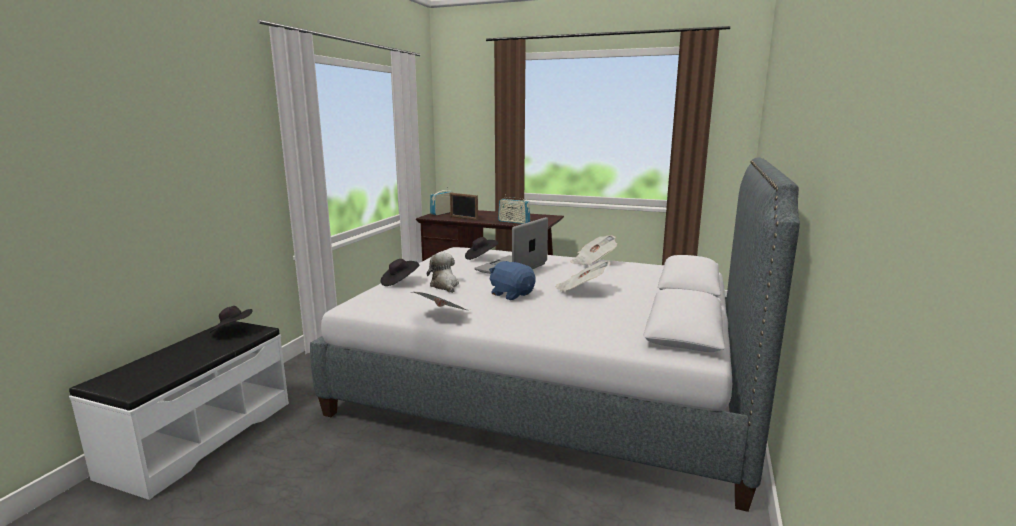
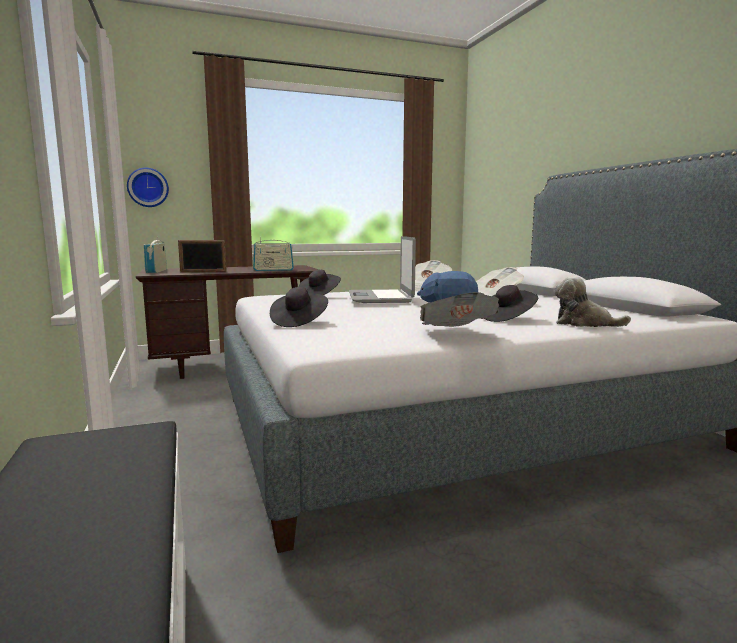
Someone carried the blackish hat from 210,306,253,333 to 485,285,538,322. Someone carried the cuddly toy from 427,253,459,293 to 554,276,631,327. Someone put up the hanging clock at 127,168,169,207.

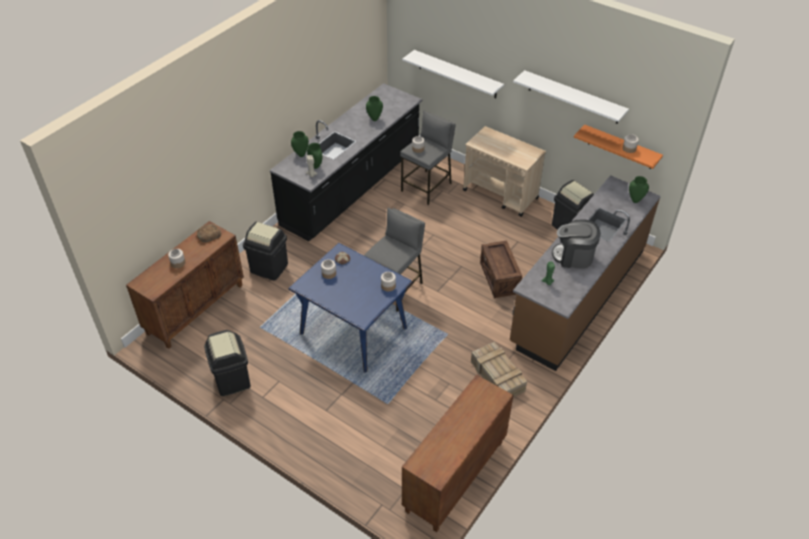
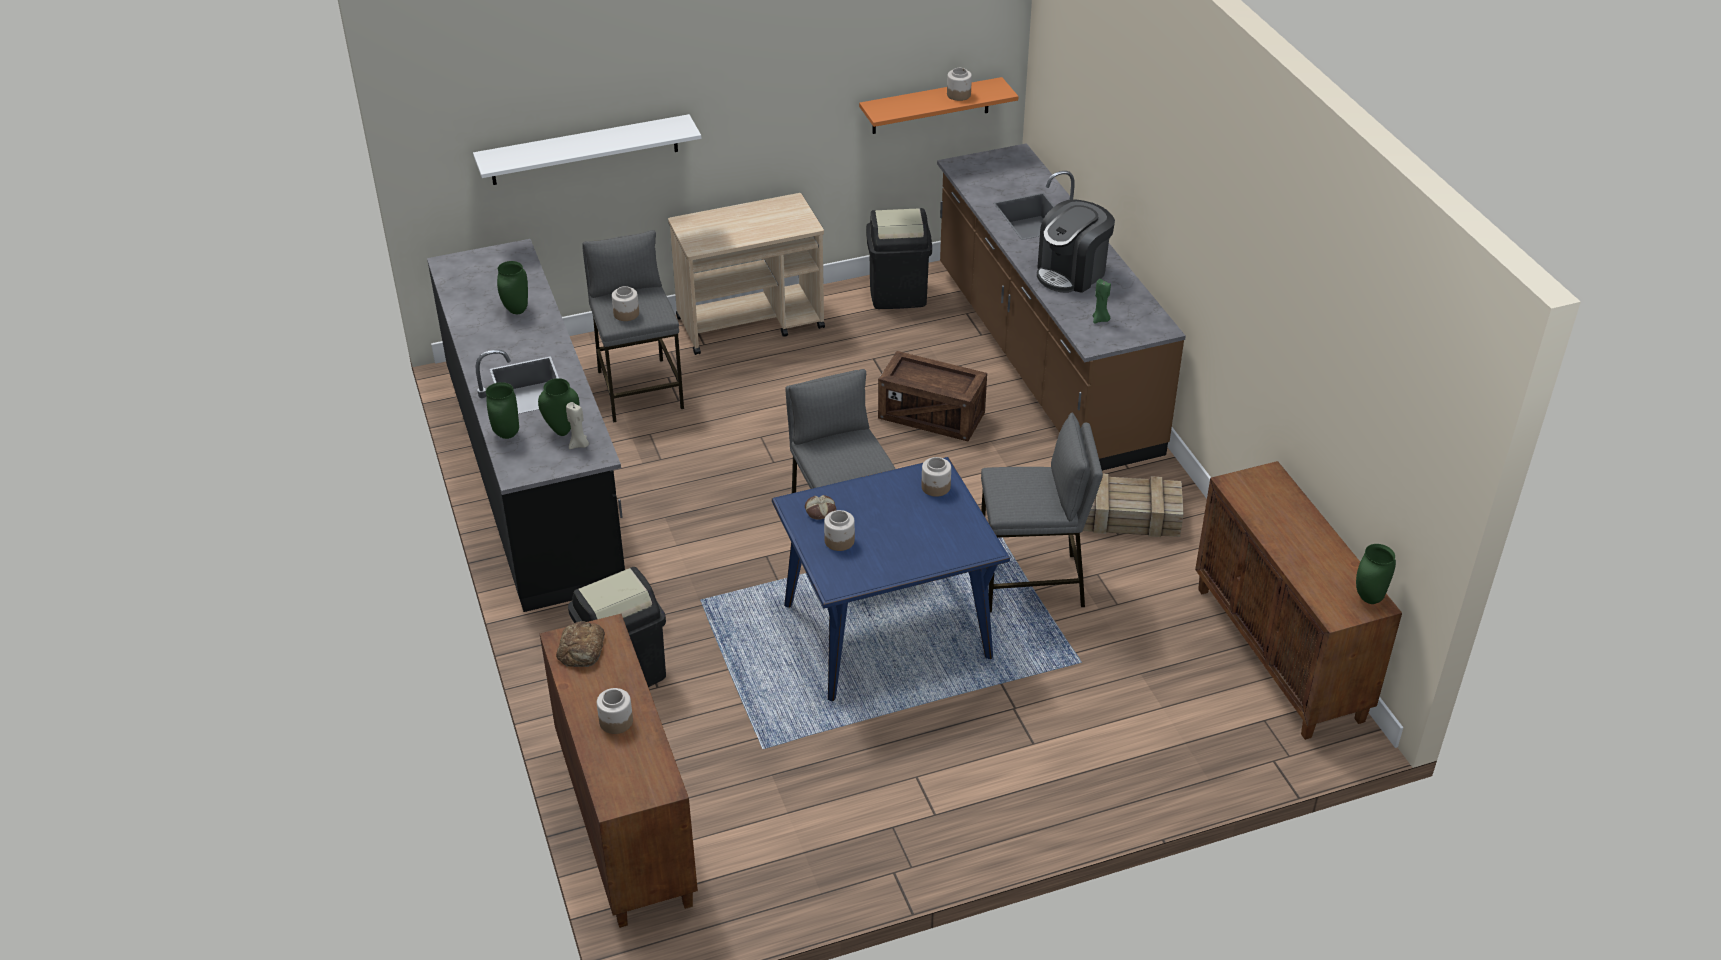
Someone took away the blackish rubbish bin at 204,330,251,396. Someone took away the white wall shelf at 513,70,629,124. Someone carried the green flower vase from 629,176,649,203 to 1356,544,1396,604. Someone put down the grey stool at 981,412,1103,613.

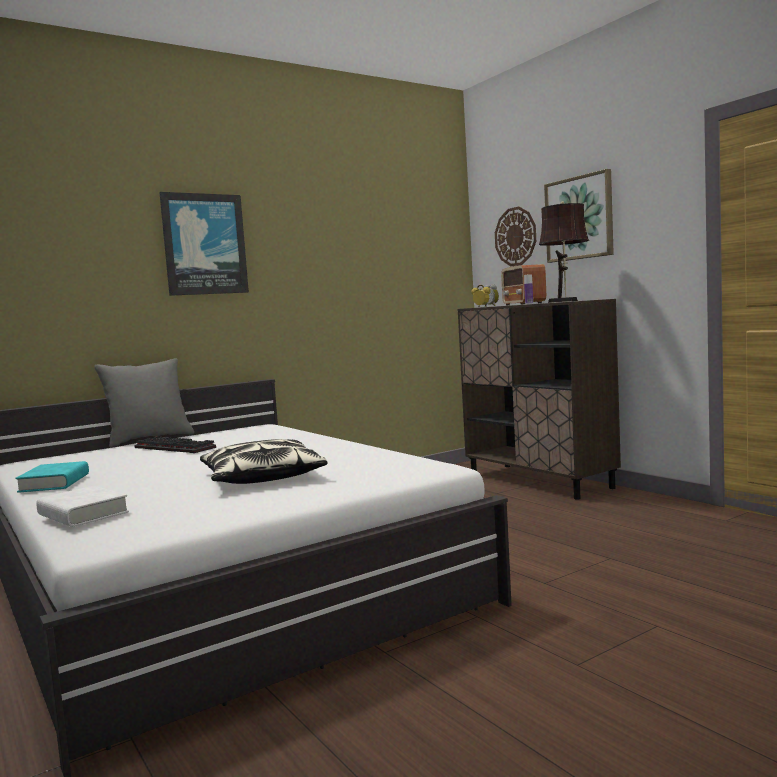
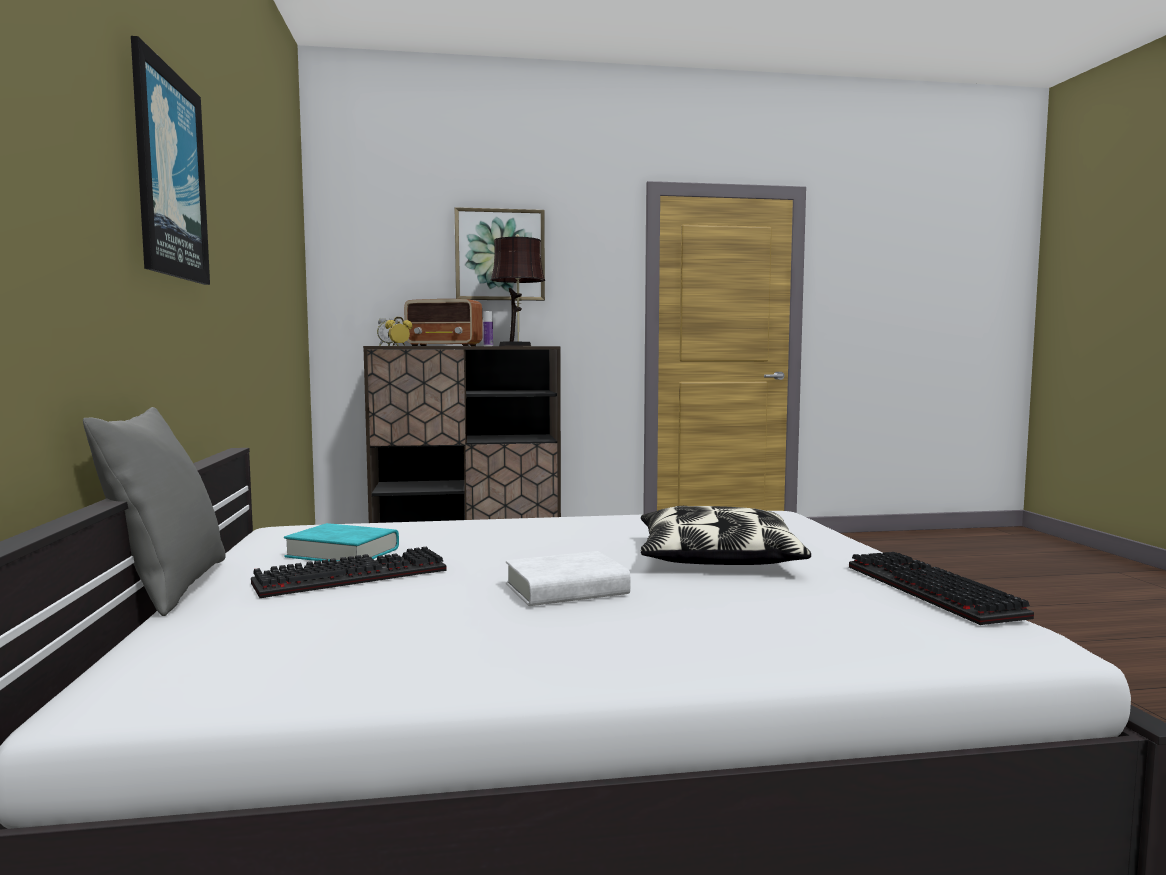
Someone carried the turquoise volume from 15,461,89,493 to 284,523,399,561. Someone carried the white volume from 36,486,129,527 to 506,551,631,606. Someone took away the hanging clock at 495,207,536,266. Someone put down the computer keyboard at 849,552,1034,625.

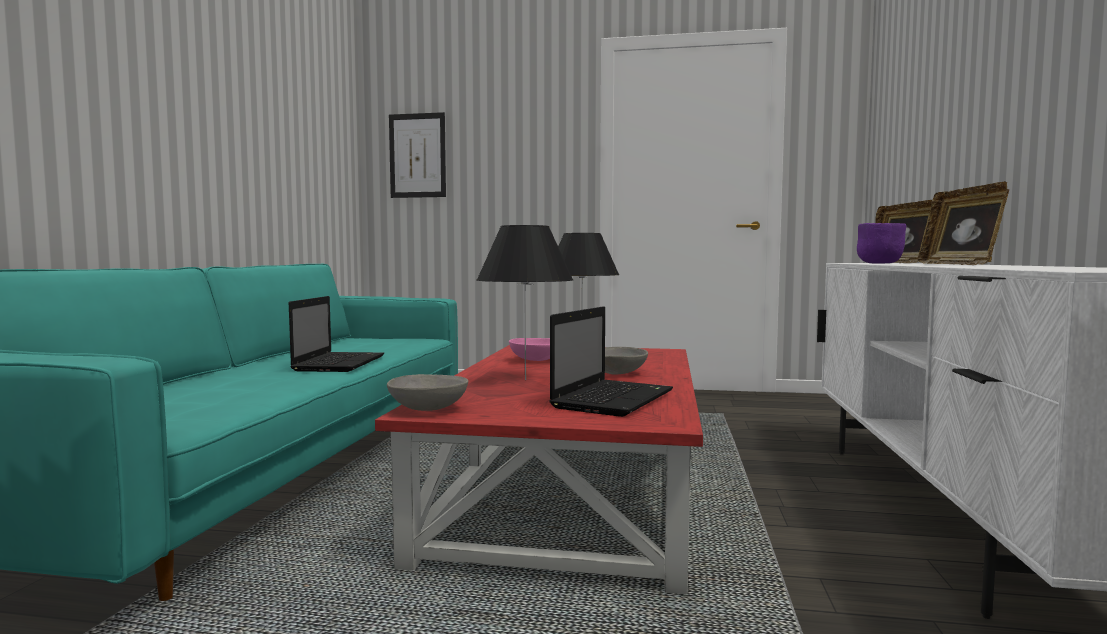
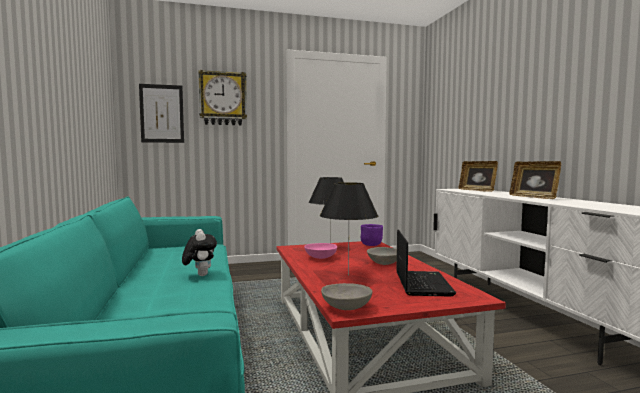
Someone swapped the portable computer at 289,296,384,372 for the cuddly toy at 182,229,217,276. Someone carried the purple-coloured deep dish from 857,223,906,263 to 361,224,383,246. Someone put up the hanging clock at 198,70,247,125.

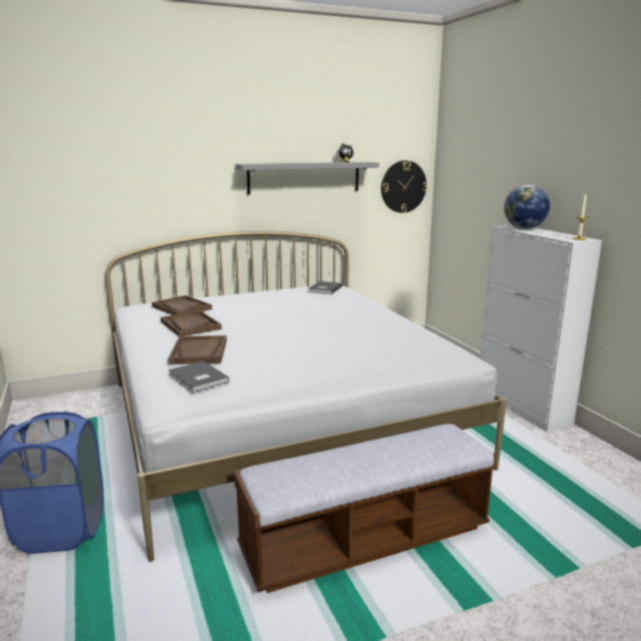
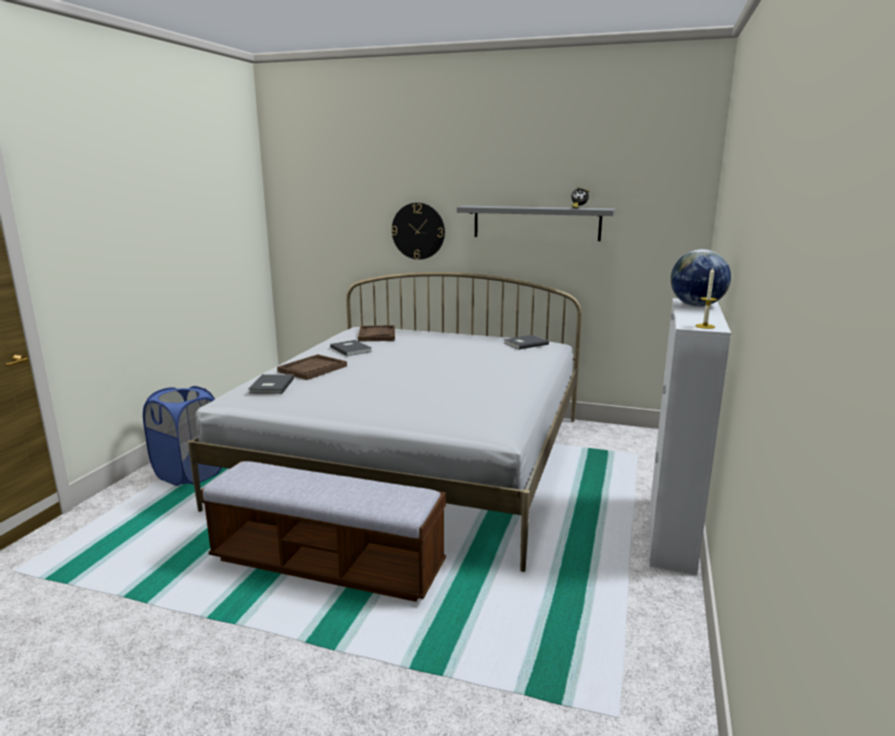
Someone swapped the brownish serving tray at 161,310,222,336 for the grey volume at 330,340,372,356. Someone carried the hanging clock from 381,161,427,213 to 391,203,445,260.

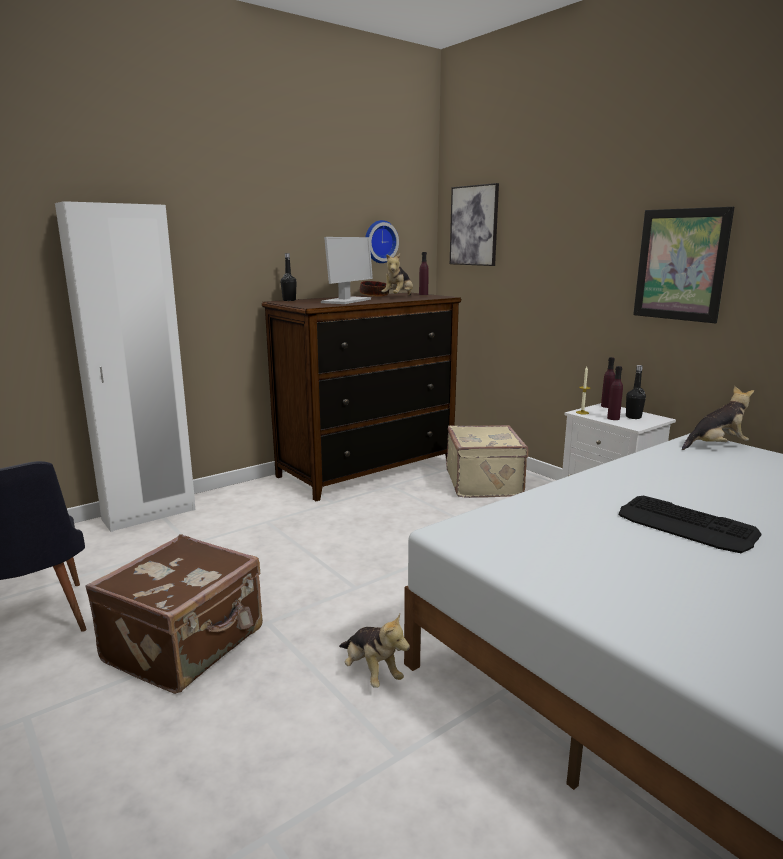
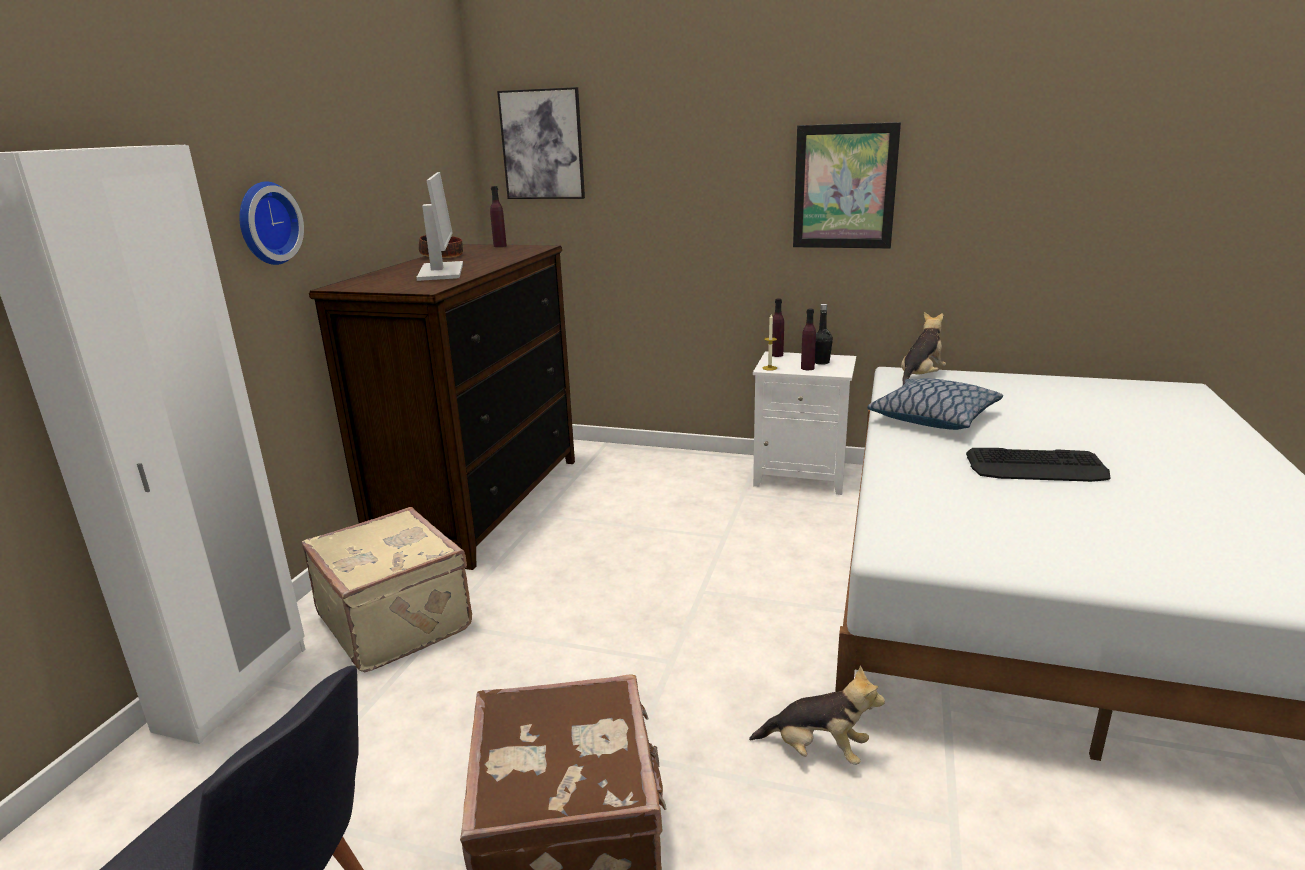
Someone took away the blackish beverage bottle at 280,253,297,301. Someone carried the hanging clock from 365,220,399,263 to 239,181,304,265. Someone took away the cuddly toy at 381,253,413,296. Someone carried the beige-coloured suitcase from 446,425,528,498 to 302,507,472,673. Someone put down the cushion at 867,378,1003,430.

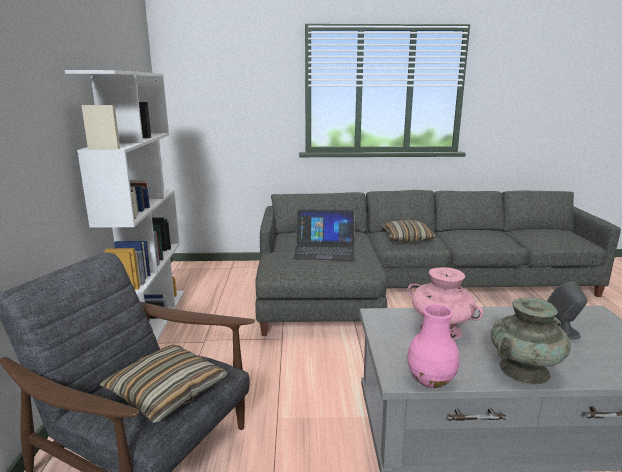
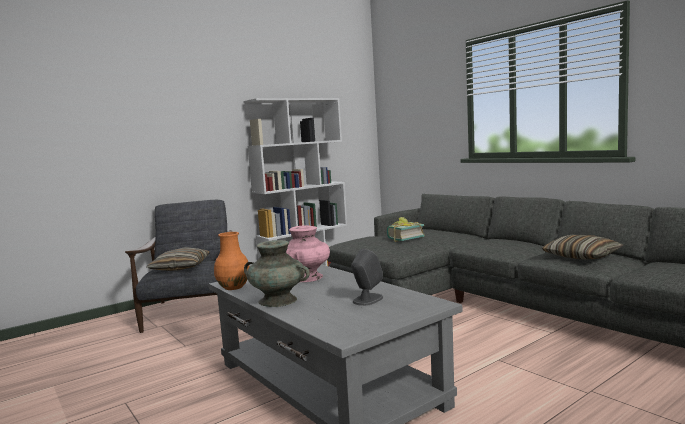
Someone swapped the portable computer at 293,209,355,261 for the volume at 387,217,425,242. Someone carried the cushion from 381,220,436,242 to 541,235,623,260. Someone repainted the pink flower vase at 407,304,459,388, which became the orangey flower vase at 214,232,250,290.

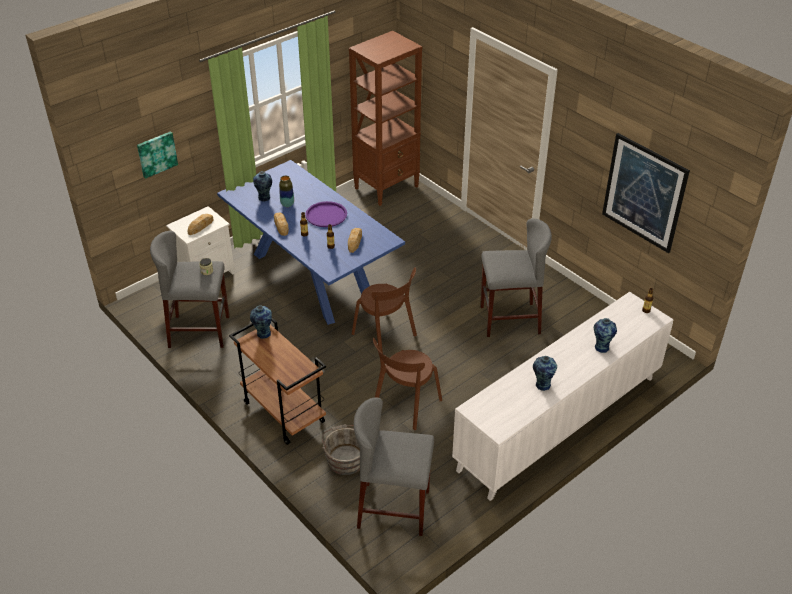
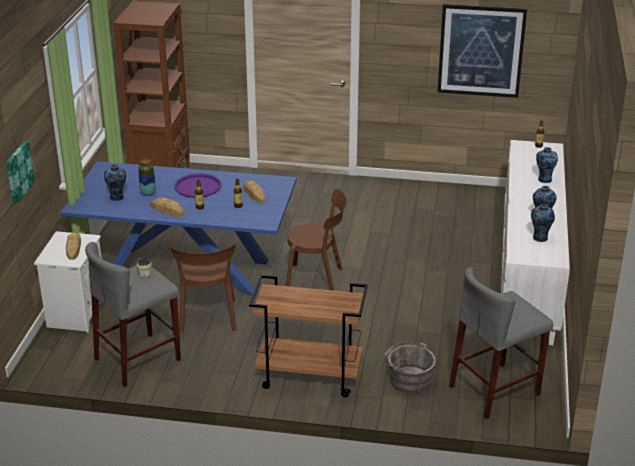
Someone carried the flower vase from 250,306,272,339 to 531,204,555,242. Someone carried the brownish upright chair from 373,338,442,430 to 170,244,236,334. Someone took away the grey stool at 480,218,552,337.

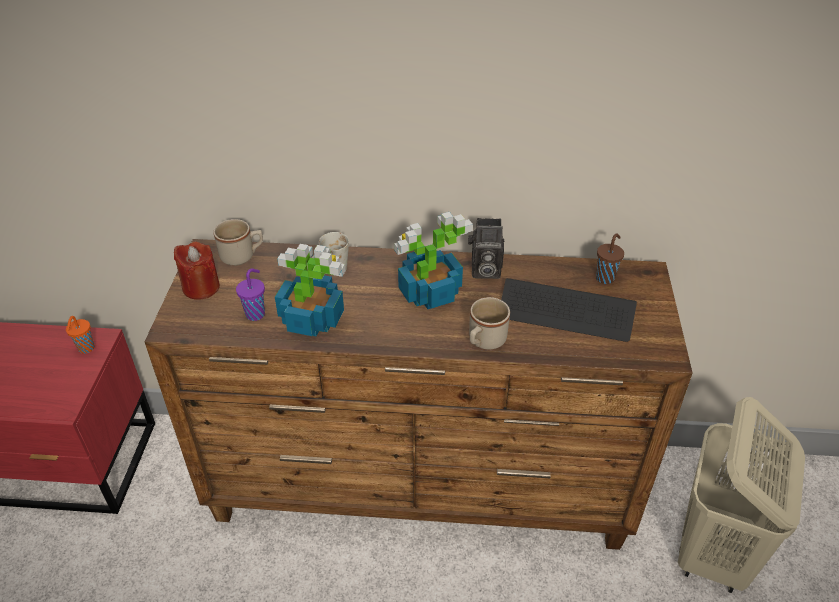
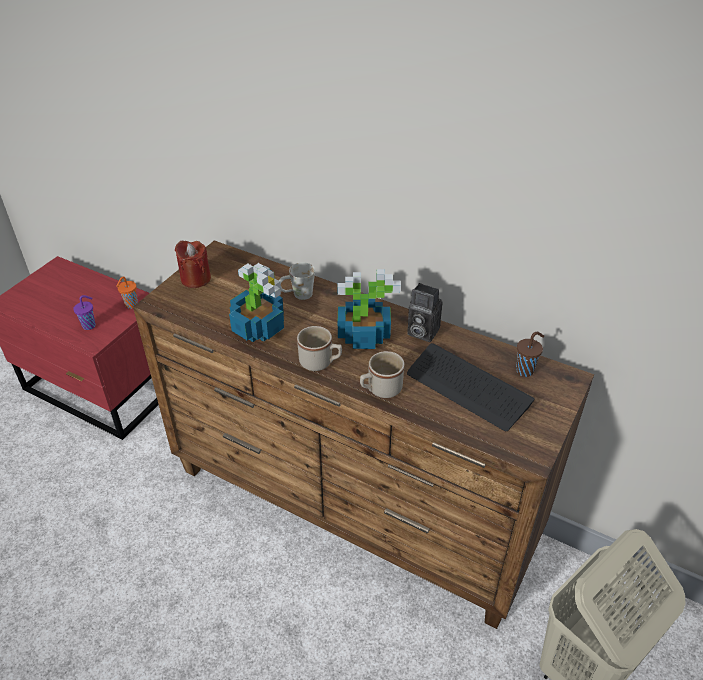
Someone carried the beige-coloured coffee mug from 213,219,263,266 to 297,326,342,371. Someone carried the purple-coloured small cup from 236,268,265,321 to 73,295,96,330.

